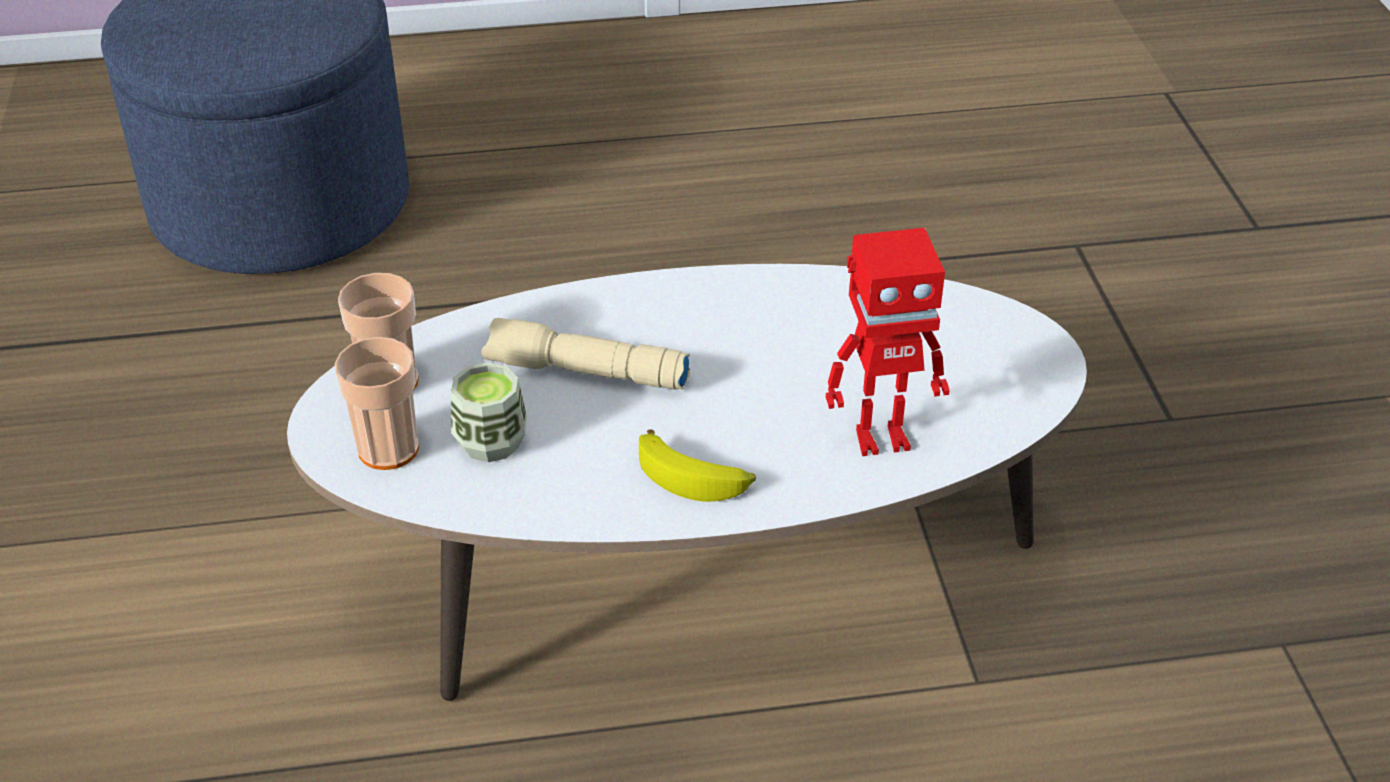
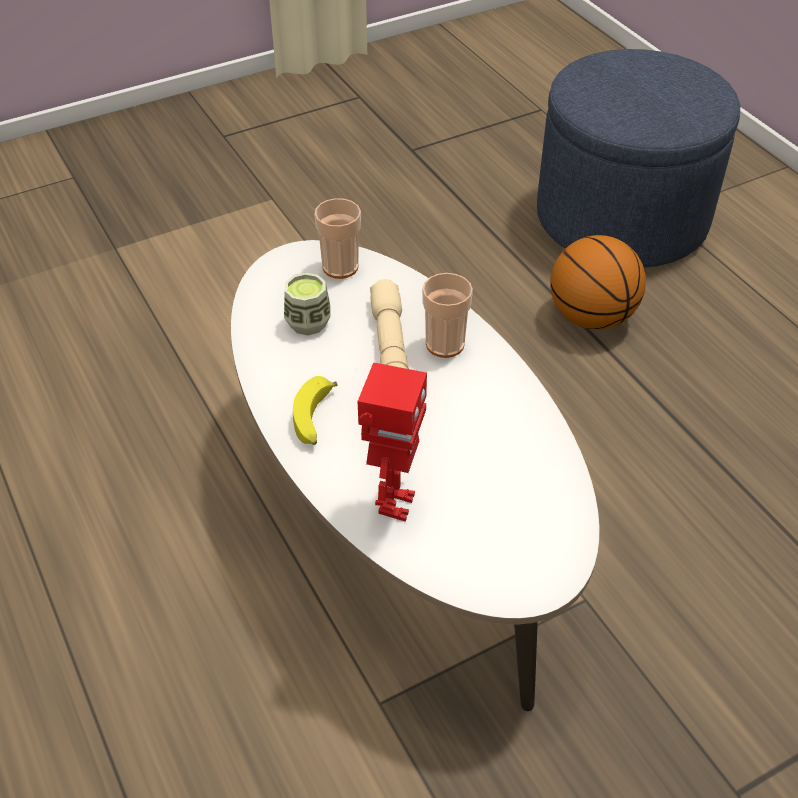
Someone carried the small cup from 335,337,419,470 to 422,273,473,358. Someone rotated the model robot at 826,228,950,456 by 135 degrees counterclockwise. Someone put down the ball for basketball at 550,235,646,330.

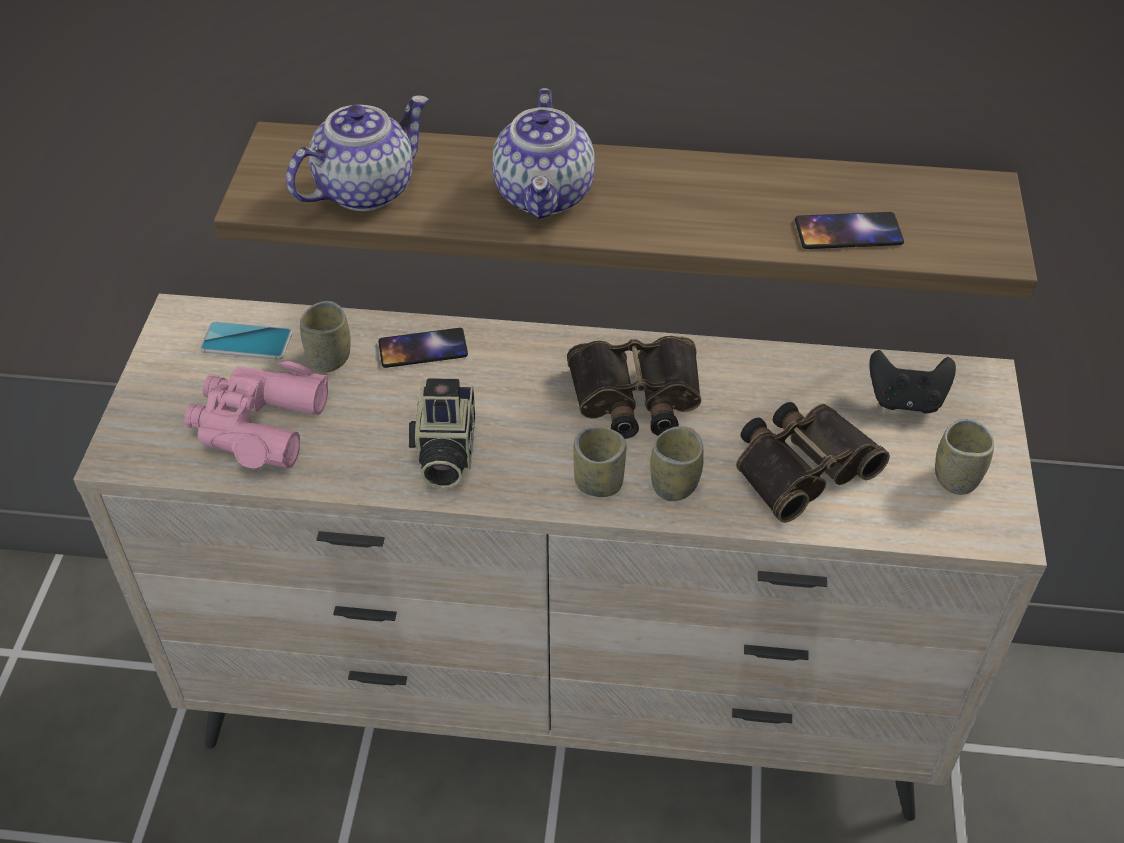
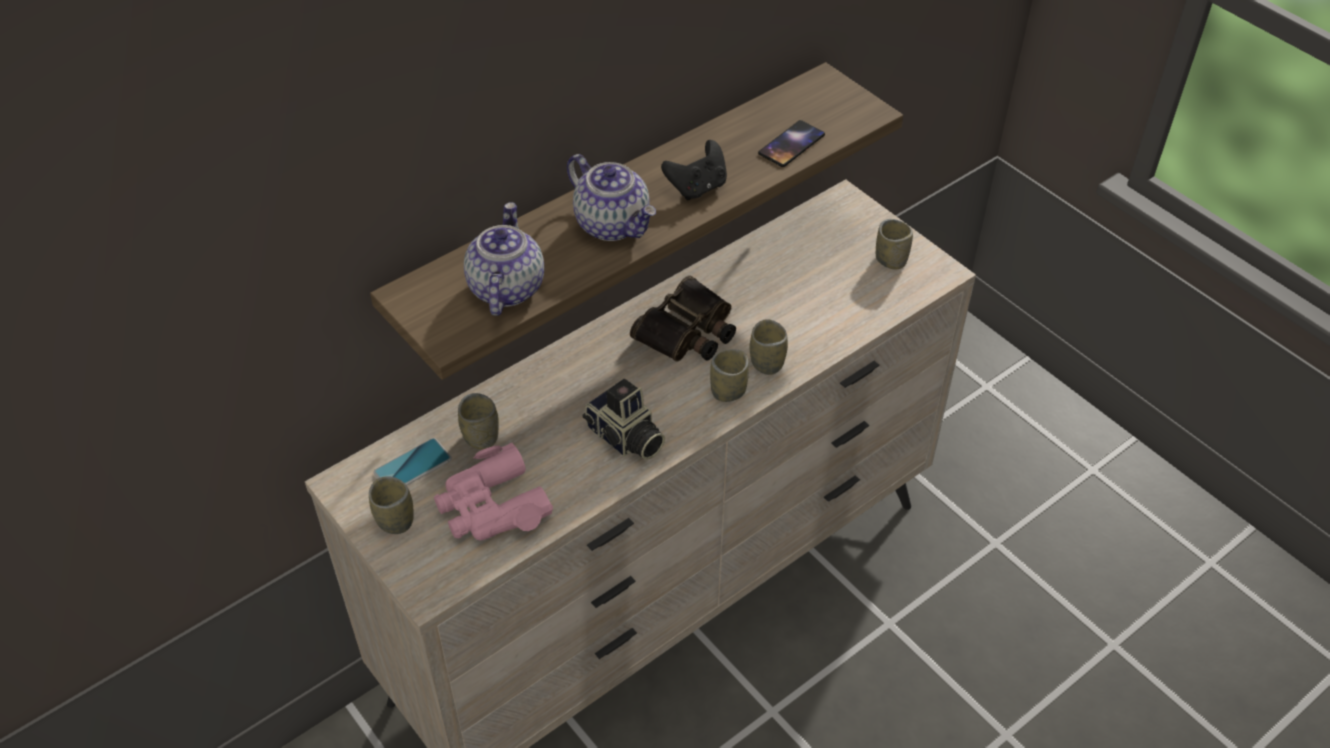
Someone took away the handset at 378,328,468,368. Someone took away the binoculars at 736,402,890,523. Someone carried the blackish game controller from 869,350,956,414 to 661,140,727,200. Someone put down the small cup at 369,476,414,534.

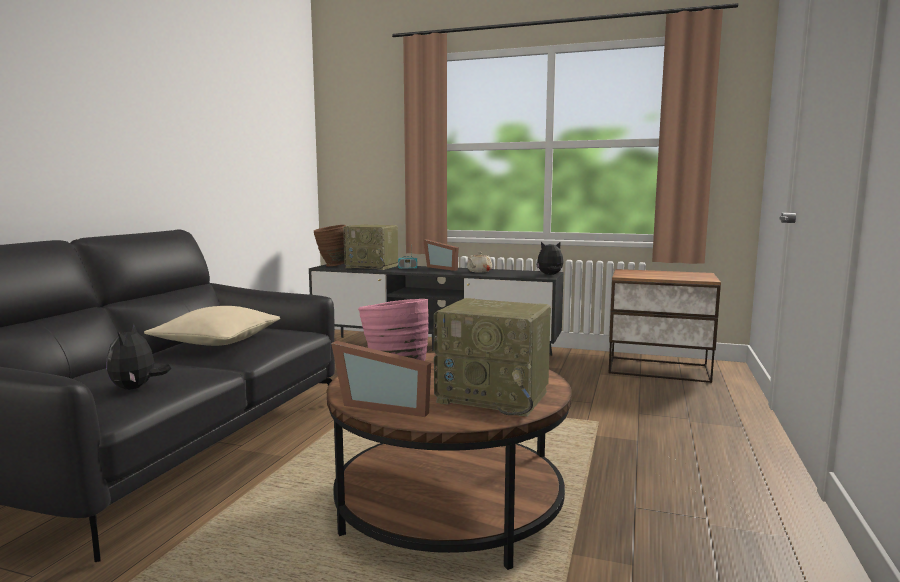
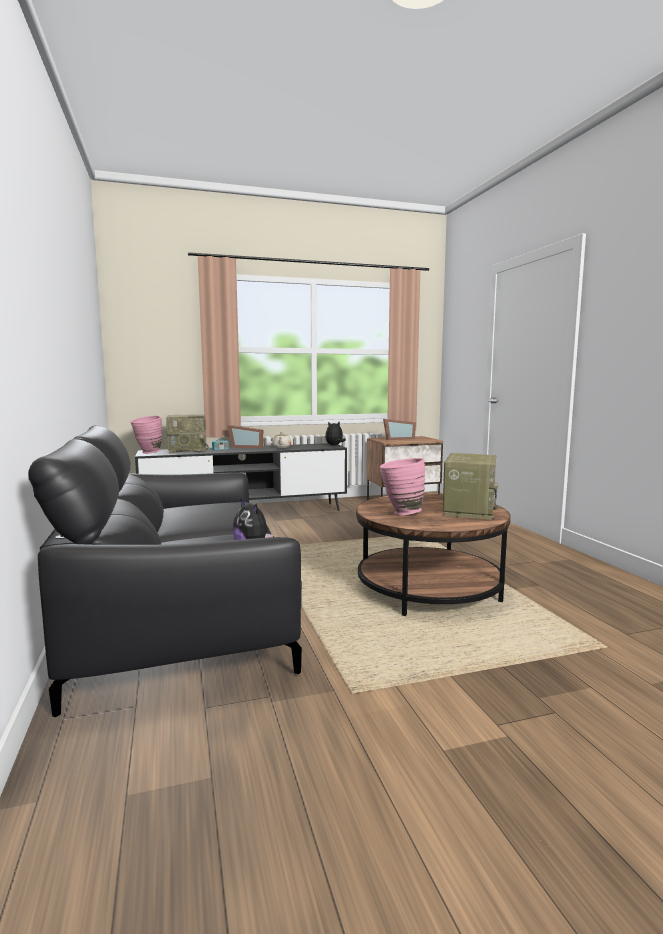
Someone took away the beige-coloured cushion at 144,306,280,346. Someone repainted the brownish flower vase at 314,225,346,266, which became the pink flower vase at 131,416,162,454. Someone carried the photo frame from 331,341,431,417 to 383,419,416,440. Someone rotated the radio set at 434,298,551,417 by 60 degrees counterclockwise.

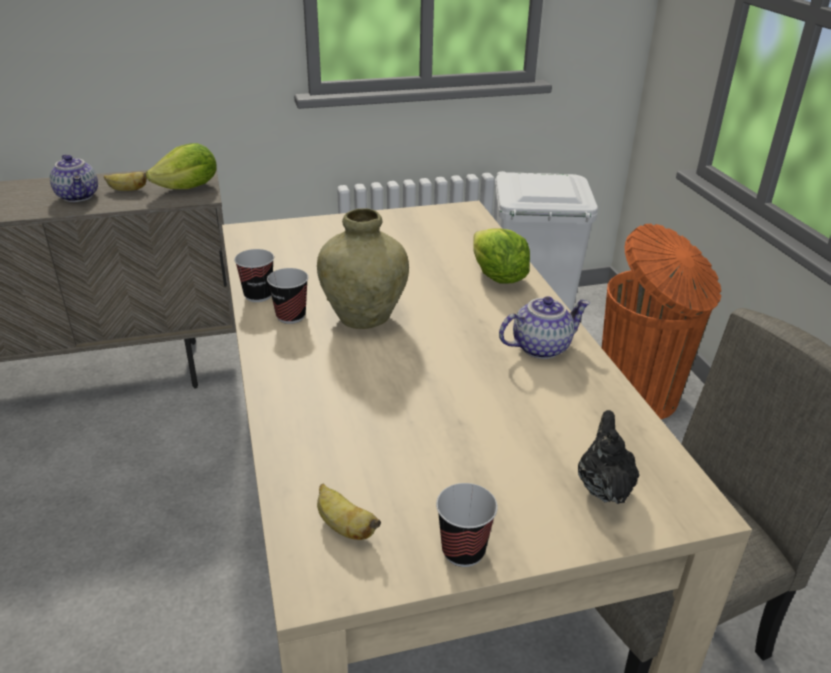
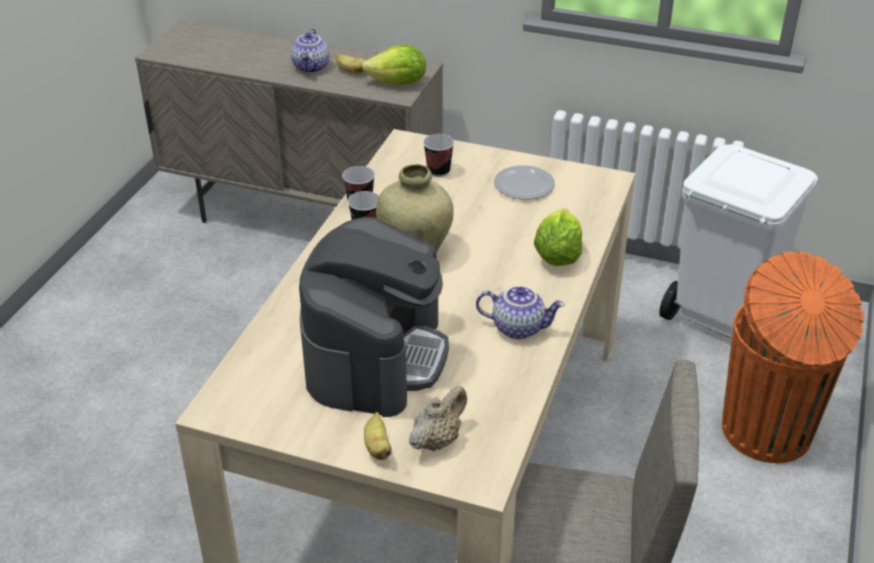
Someone carried the banana from 317,484,381,540 to 364,412,392,460. Someone carried the small cup from 436,483,498,567 to 423,134,454,177. Someone repainted the blackish teapot at 578,410,639,504, which became the beige-coloured teapot at 409,386,467,452. Someone put down the coffee machine at 299,217,449,417. Someone put down the flat dish at 494,165,555,200.

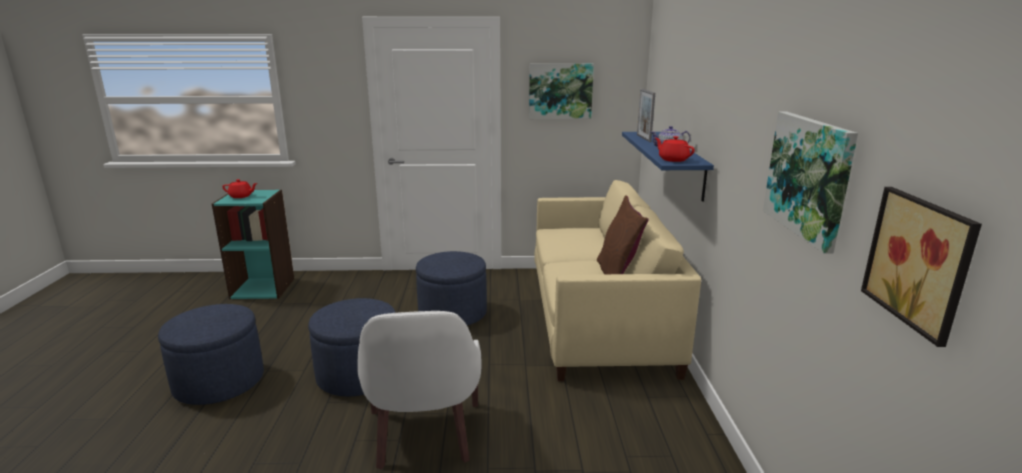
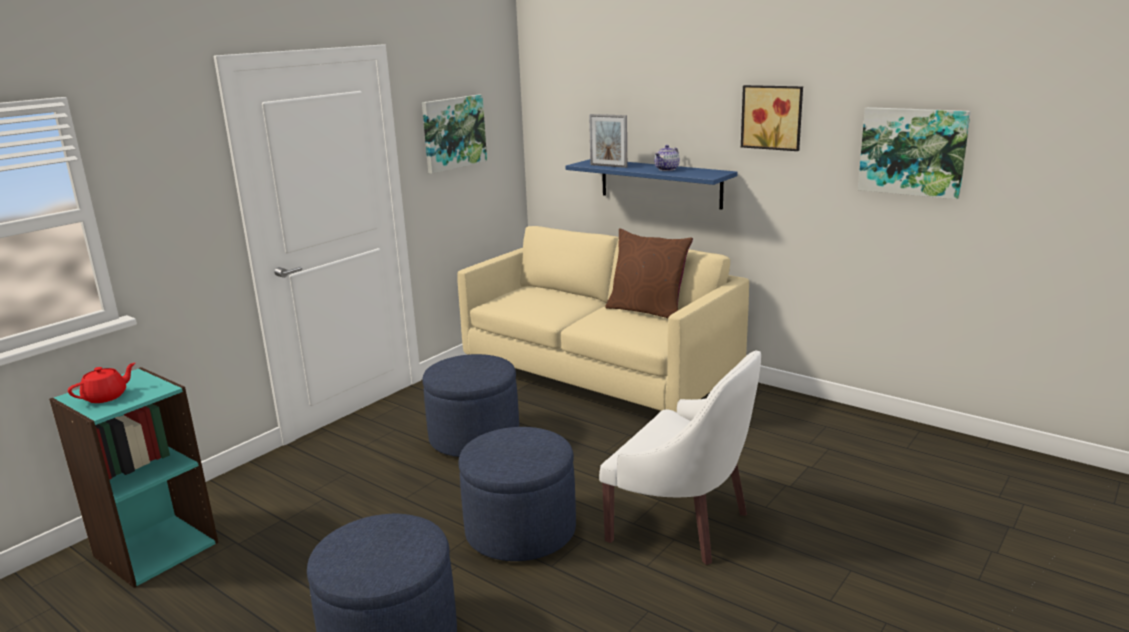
Someone took away the red teapot at 655,136,695,162. Someone carried the wall art from 861,187,982,347 to 741,85,803,151.

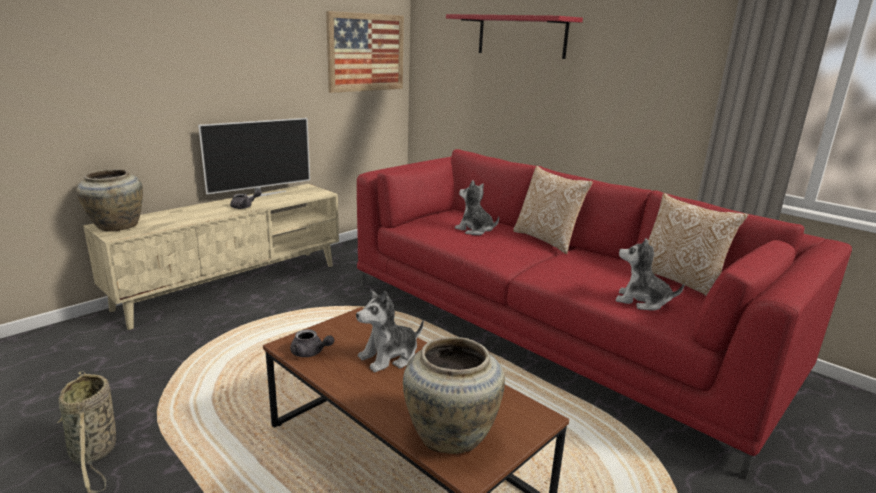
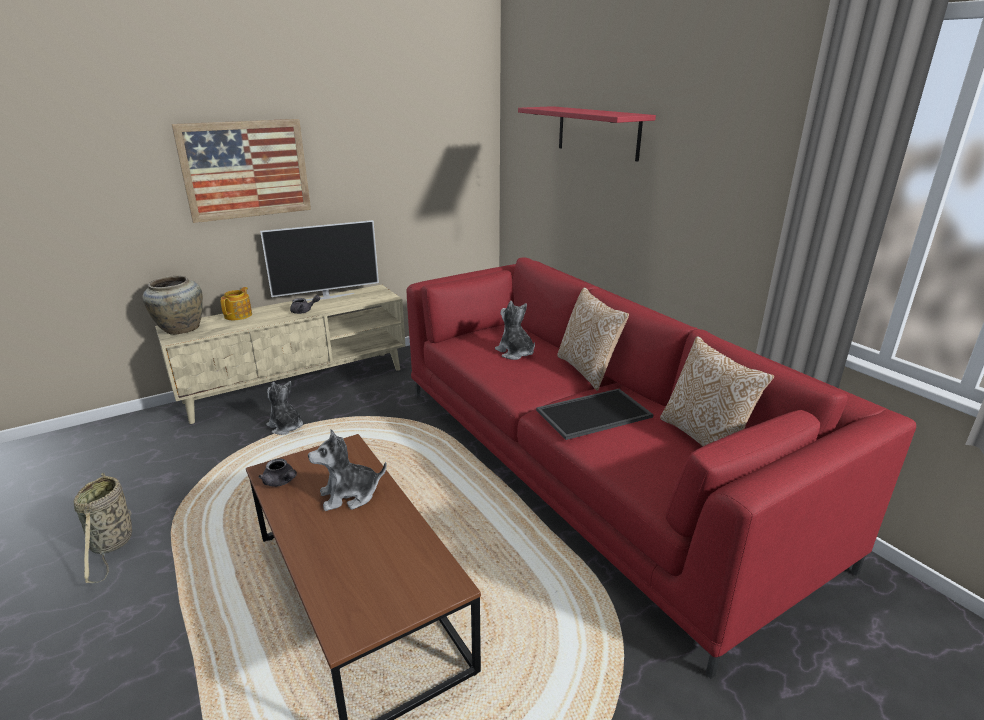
Someone carried the wall art from 326,11,404,93 to 171,119,311,223. Someone took away the beige-coloured flower vase at 403,337,505,454. Someone carried the cuddly toy from 615,238,685,311 to 266,381,303,435. Someone put down the teapot at 220,287,252,320. Someone put down the serving tray at 536,389,653,440.

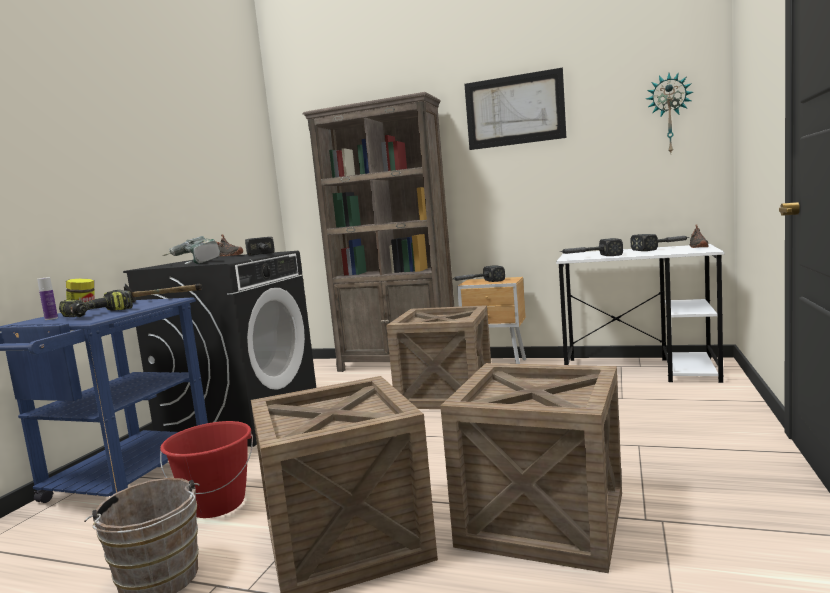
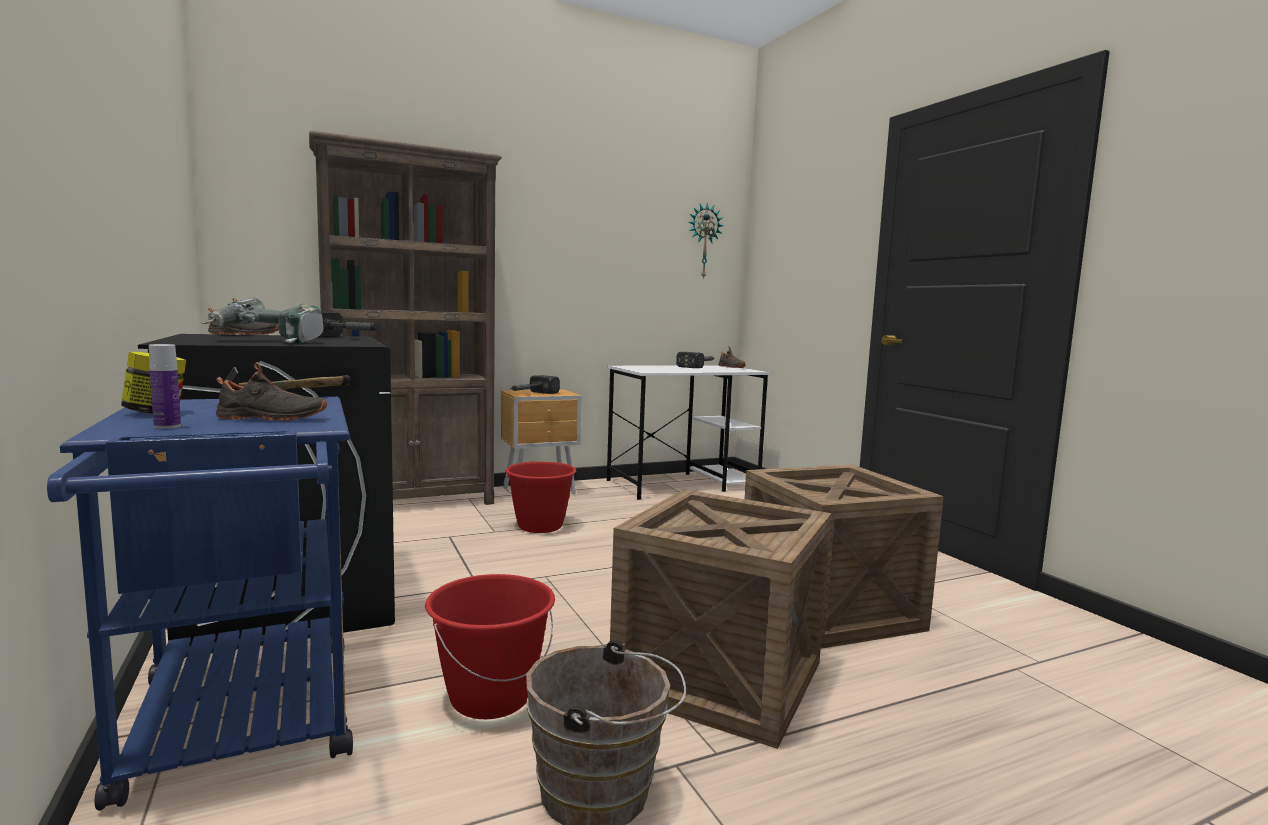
Someone swapped the drill at 59,290,133,317 for the blackish shoe at 216,362,327,421. Someone swapped the crate at 386,305,491,409 for the red bucket at 504,461,576,533. Someone took away the wall art at 464,67,566,150. Someone took away the hammer at 560,238,623,256.

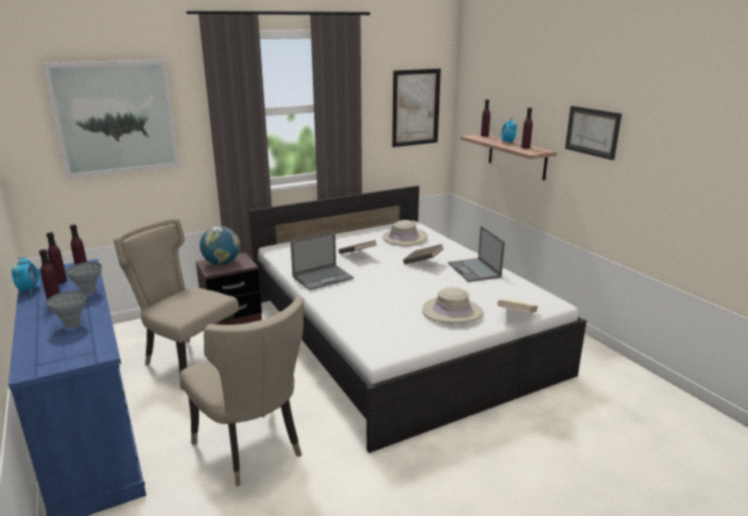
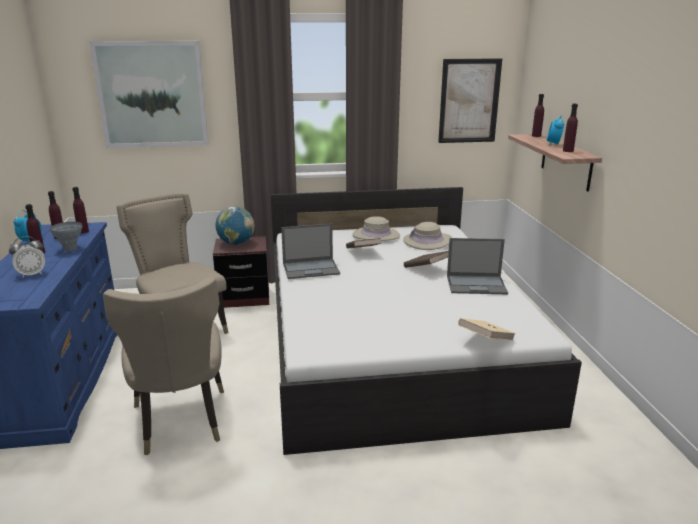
Someone swapped the grey flower vase at 46,291,87,329 for the table clock at 9,236,45,278. Someone carried the beige-coloured hat from 422,287,484,323 to 352,216,400,241. Someone rotated the portable computer at 448,226,505,282 by 90 degrees counterclockwise. Someone took away the wall art at 565,106,622,160.

